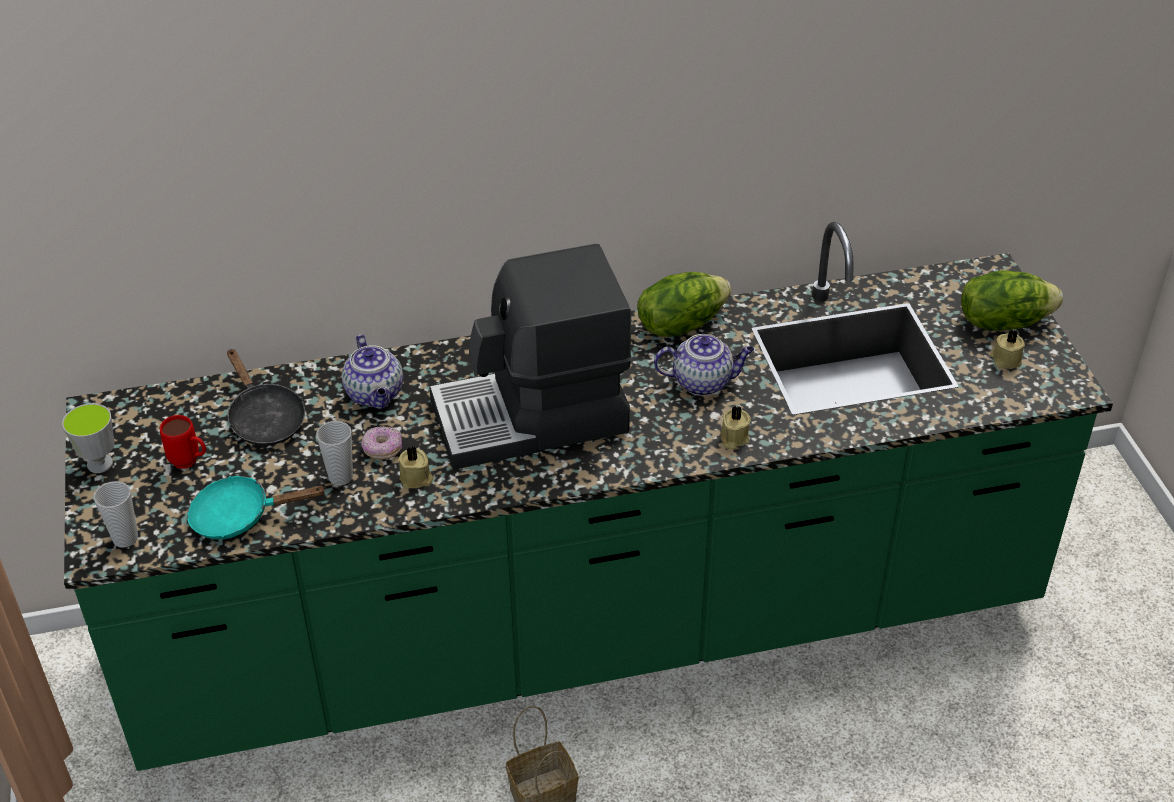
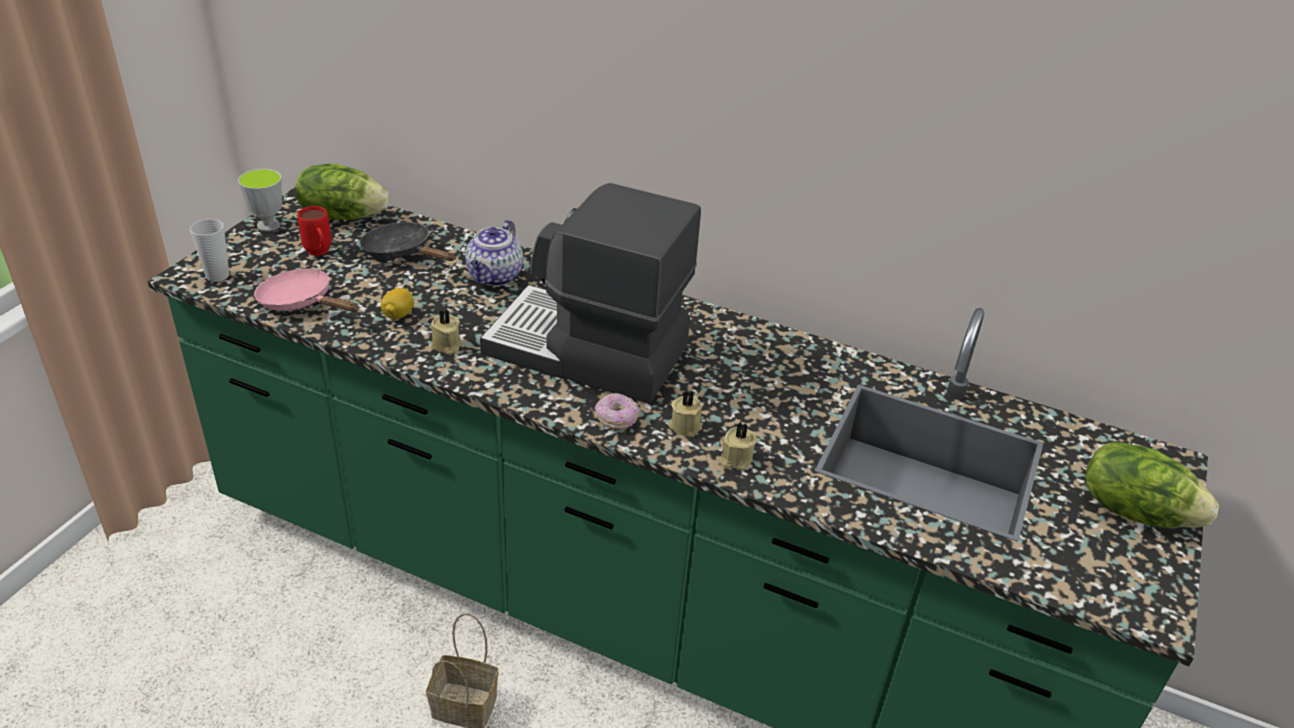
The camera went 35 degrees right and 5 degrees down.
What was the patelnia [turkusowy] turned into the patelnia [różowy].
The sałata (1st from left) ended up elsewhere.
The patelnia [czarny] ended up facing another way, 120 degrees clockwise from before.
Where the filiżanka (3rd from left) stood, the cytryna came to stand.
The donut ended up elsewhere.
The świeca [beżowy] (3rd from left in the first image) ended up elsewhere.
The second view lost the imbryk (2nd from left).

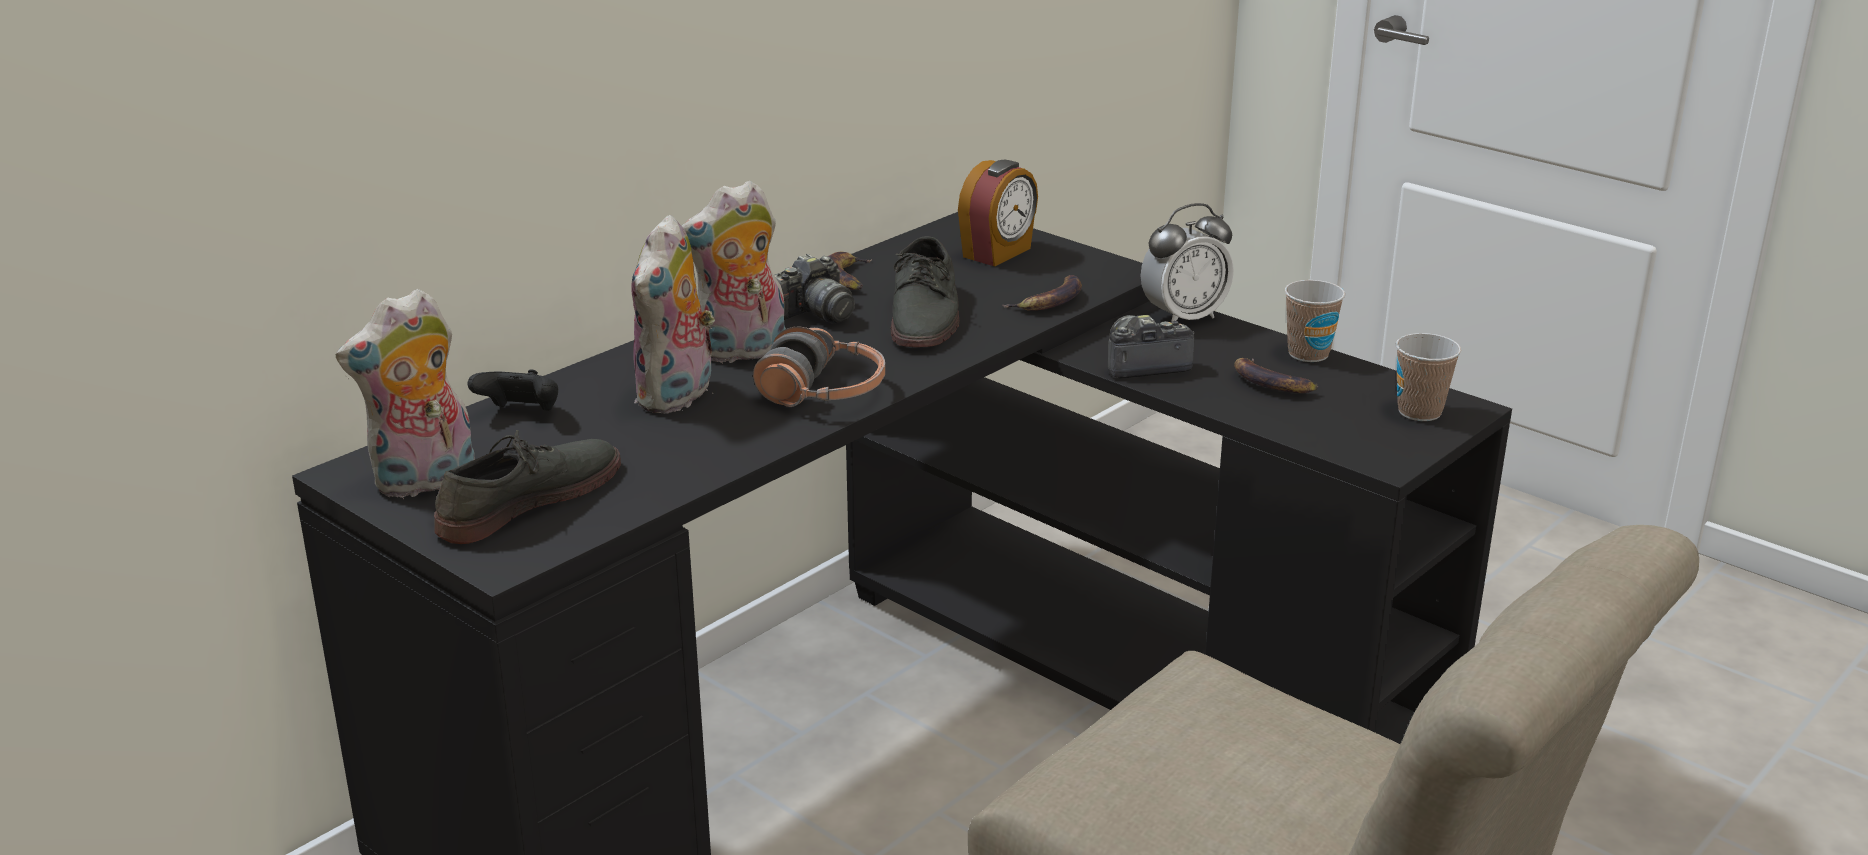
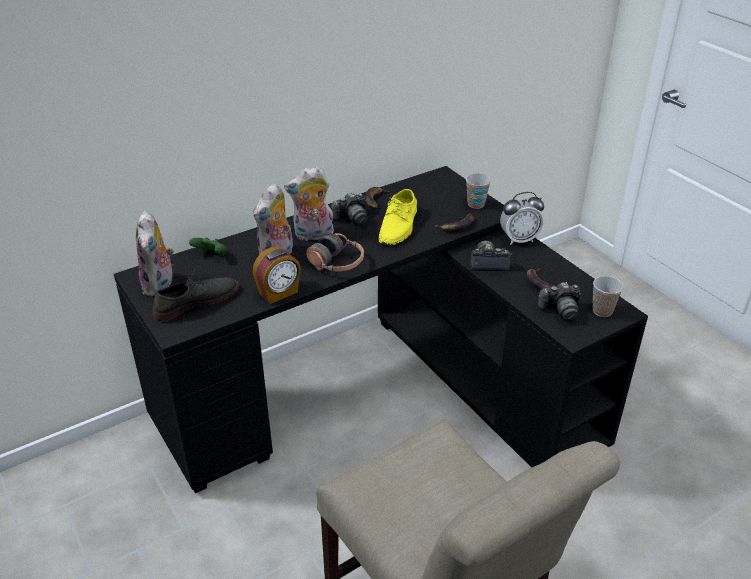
The camera went 15 degrees right and 10 degrees up.
The pluszak (1st from left) ended up facing another way, 75 degrees counterclockwise from before.
What was the pad do gier [czarny] turned into the pad do gier [zielony].
The budzik (1st from left) ended up elsewhere.
What was the but [szary] (2nd from left) turned into the but [żółty].
The filiżanka (1st from left) ended up elsewhere.
The second view gained the aparat fotograficzny (3rd from left).

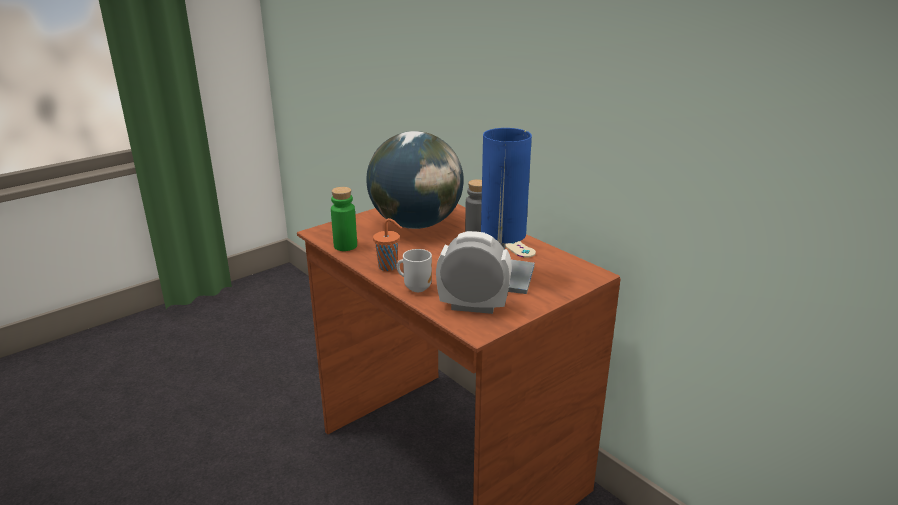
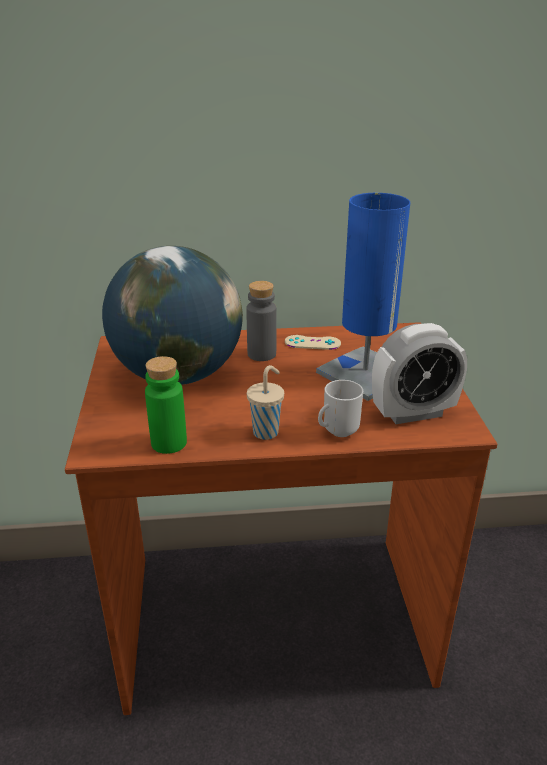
The camera went 55 degrees left and 5 degrees up.
What was the filiżanka [pomarańczowy] turned into the filiżanka [beżowy].
The budzik ended up facing another way, 150 degrees counterclockwise from before.

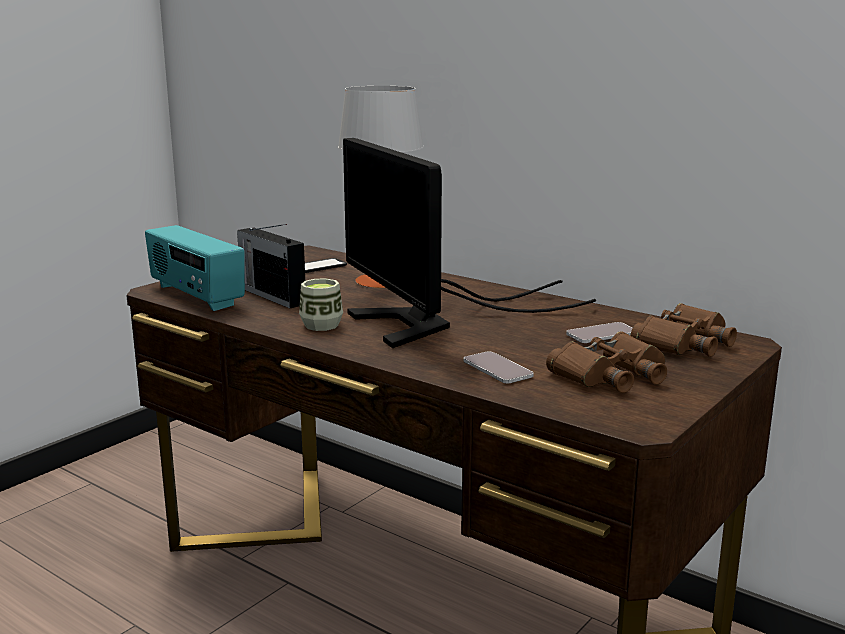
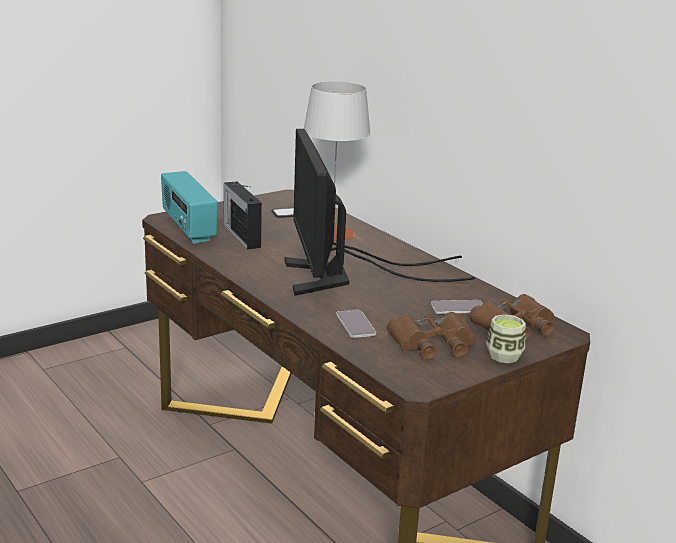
The camera went 15 degrees right and 5 degrees up.
The filiżanka ended up elsewhere.

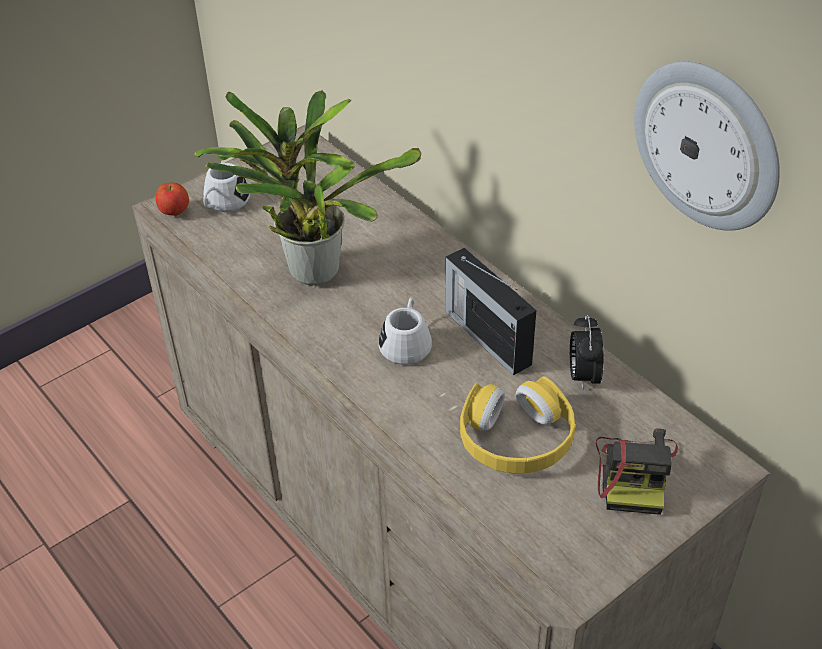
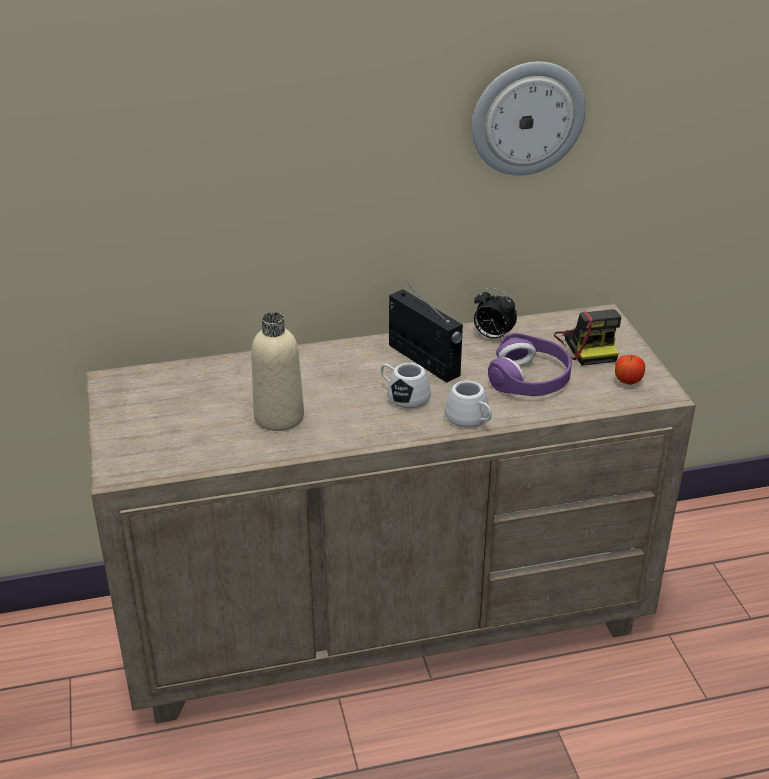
The camera went 65 degrees left and 10 degrees down.
Where the roślina doniczkowa stood, the butelka [beżowy] came to stand.
The radio ended up facing another way, 120 degrees counterclockwise from before.
The kubek [biały] (1st from left in the first image) ended up elsewhere.
What was the słuchawki [żółty] turned into the słuchawki [fioletowy].
The aparat fotograficzny ended up facing another way, 45 degrees clockwise from before.
The jabłko ended up elsewhere.

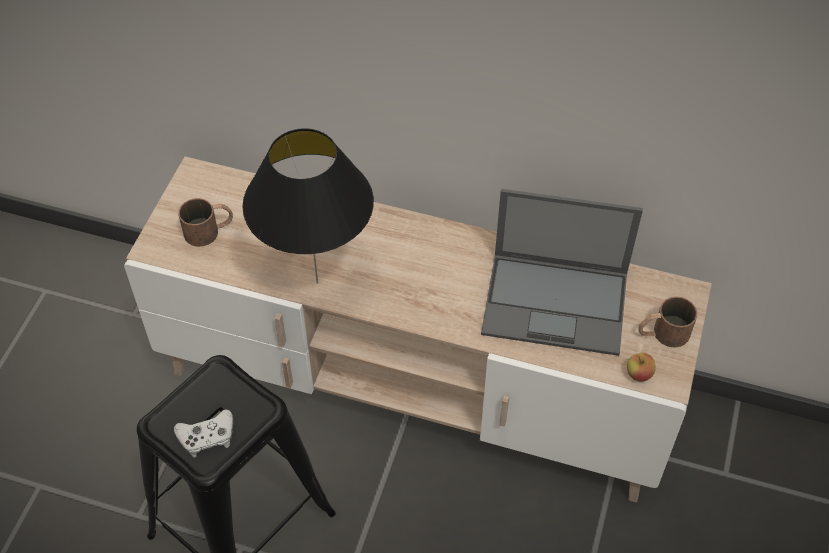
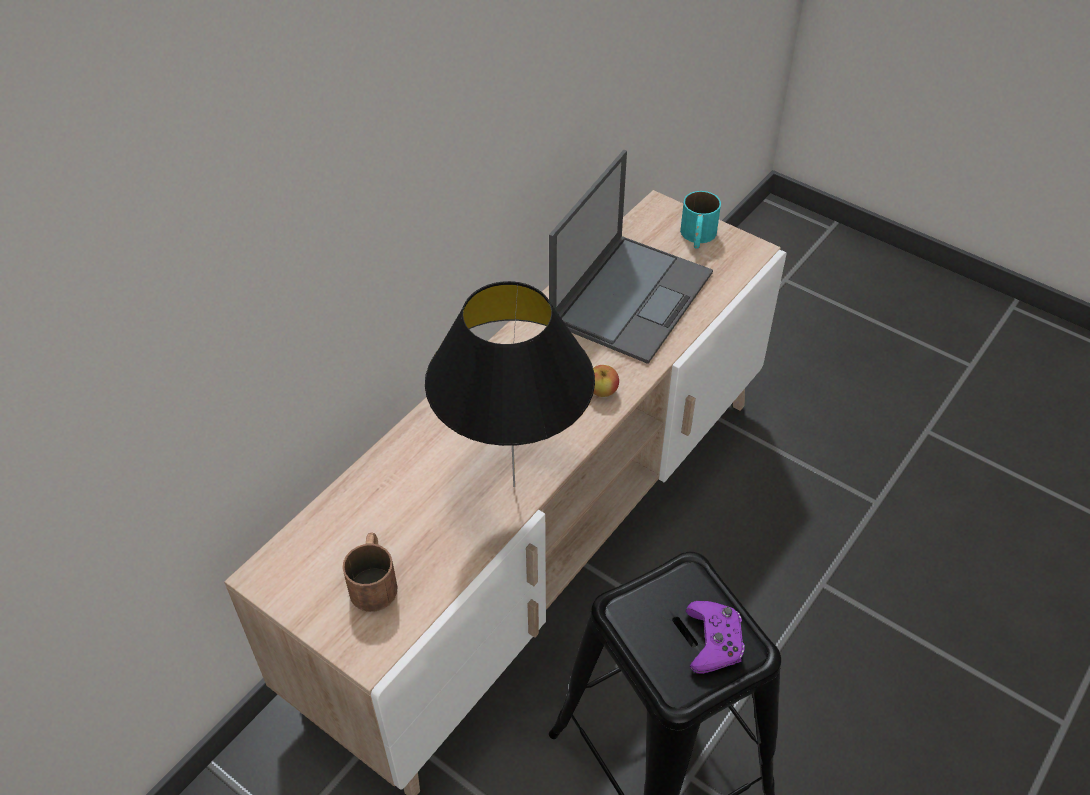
The camera went 70 degrees left and 5 degrees down.
The jabłko ended up elsewhere.
What was the kubek [brązowy] (2nd from left) turned into the kubek [turkusowy].
What was the pad do gier [biały] turned into the pad do gier [fioletowy].

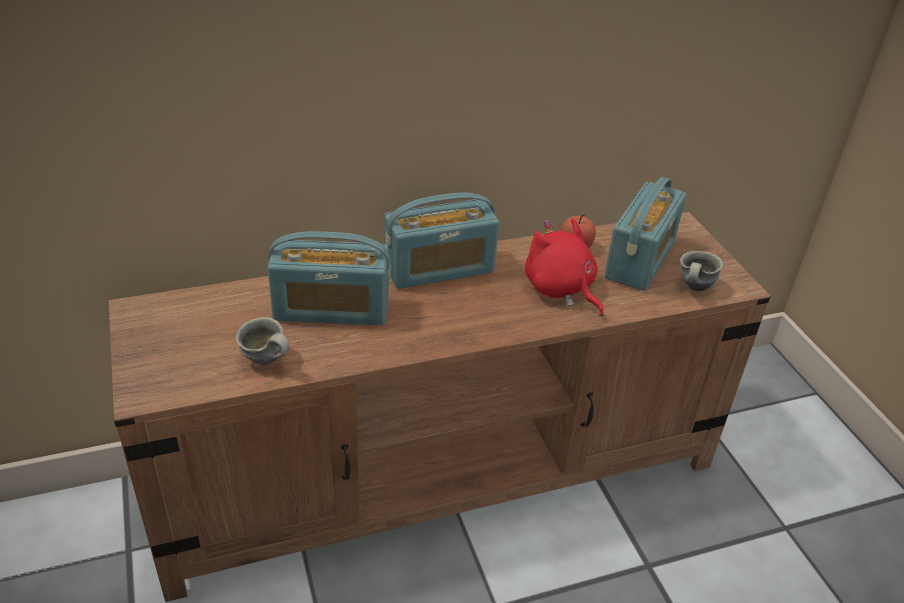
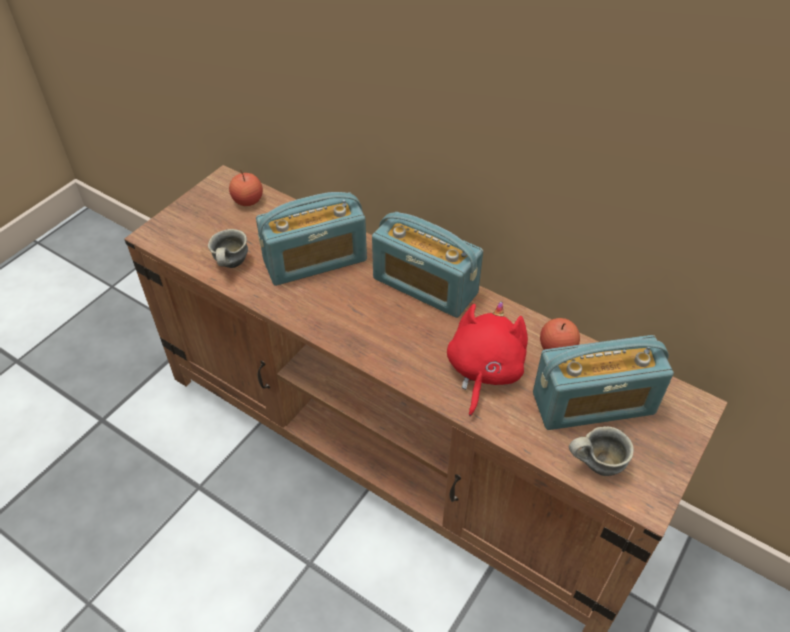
The camera went 55 degrees right and 10 degrees up.
The second view gained the jabłko (1st from left).
The radio (1st from left) ended up facing another way, 75 degrees counterclockwise from before.

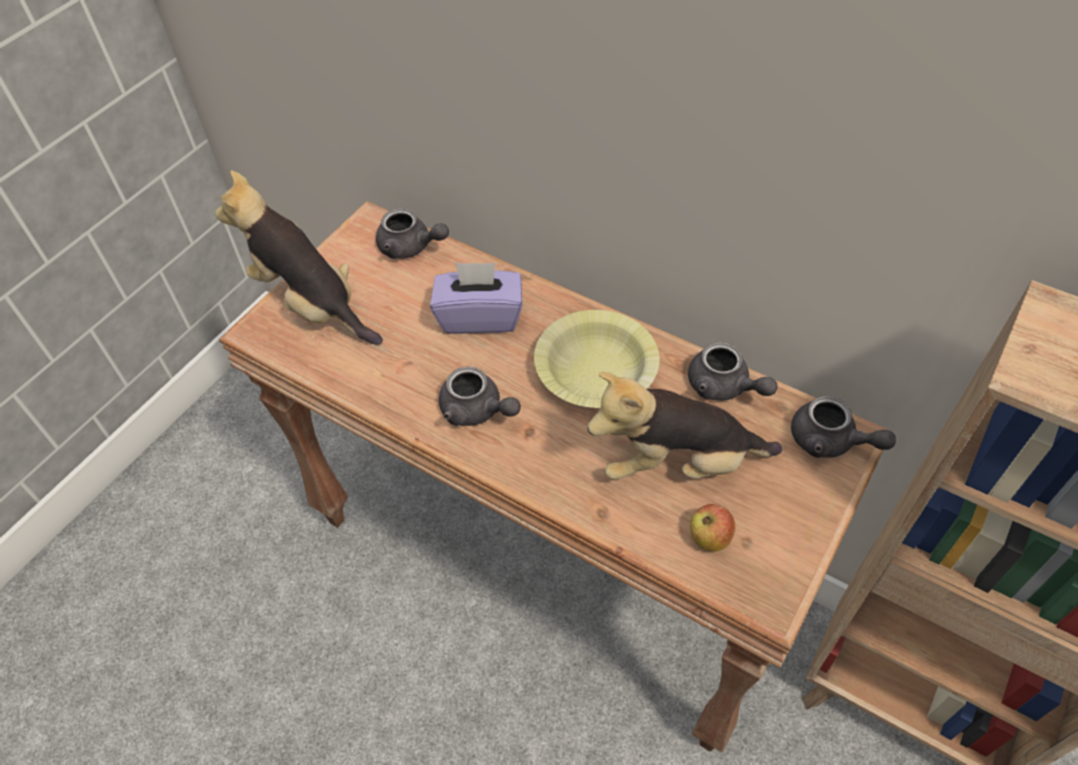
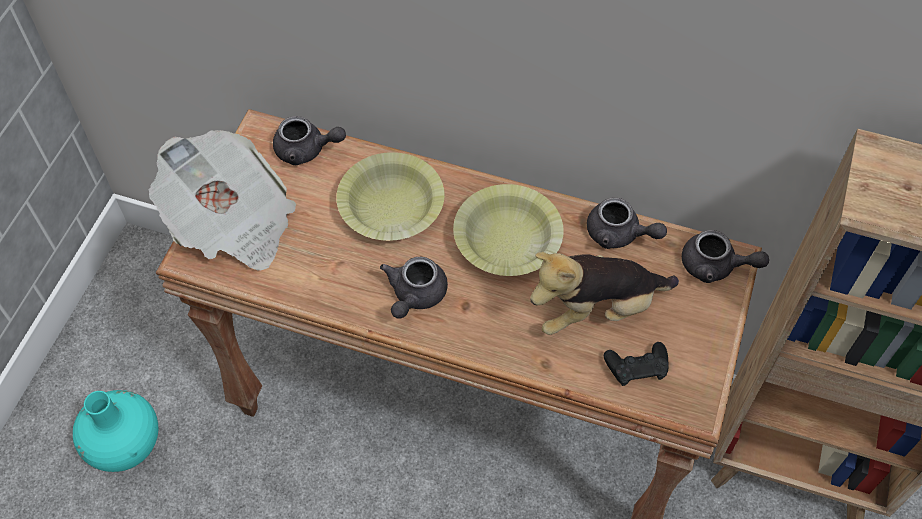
The camera went 15 degrees left and 5 degrees up.
The second view gained the wazon [turkusowy].
Where the pluszak (1st from left) stood, the gazeta came to stand.
Where the pudełko chusteczek [fioletowy] stood, the miska [żółty] (1st from left) came to stand.
The imbryk [szary] (2nd from left) ended up facing another way, 90 degrees clockwise from before.
Where the jabłko stood, the pad do gier [czarny] came to stand.

